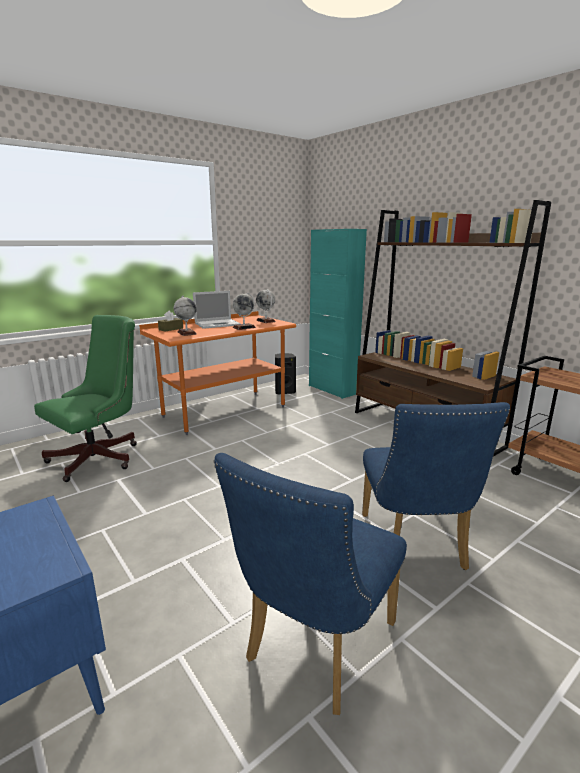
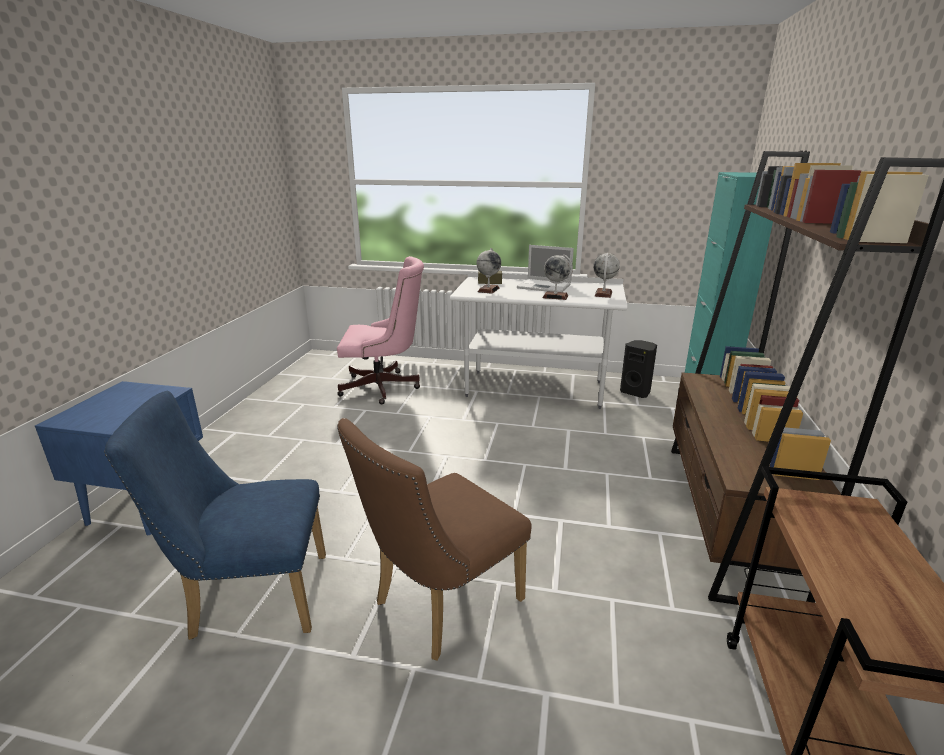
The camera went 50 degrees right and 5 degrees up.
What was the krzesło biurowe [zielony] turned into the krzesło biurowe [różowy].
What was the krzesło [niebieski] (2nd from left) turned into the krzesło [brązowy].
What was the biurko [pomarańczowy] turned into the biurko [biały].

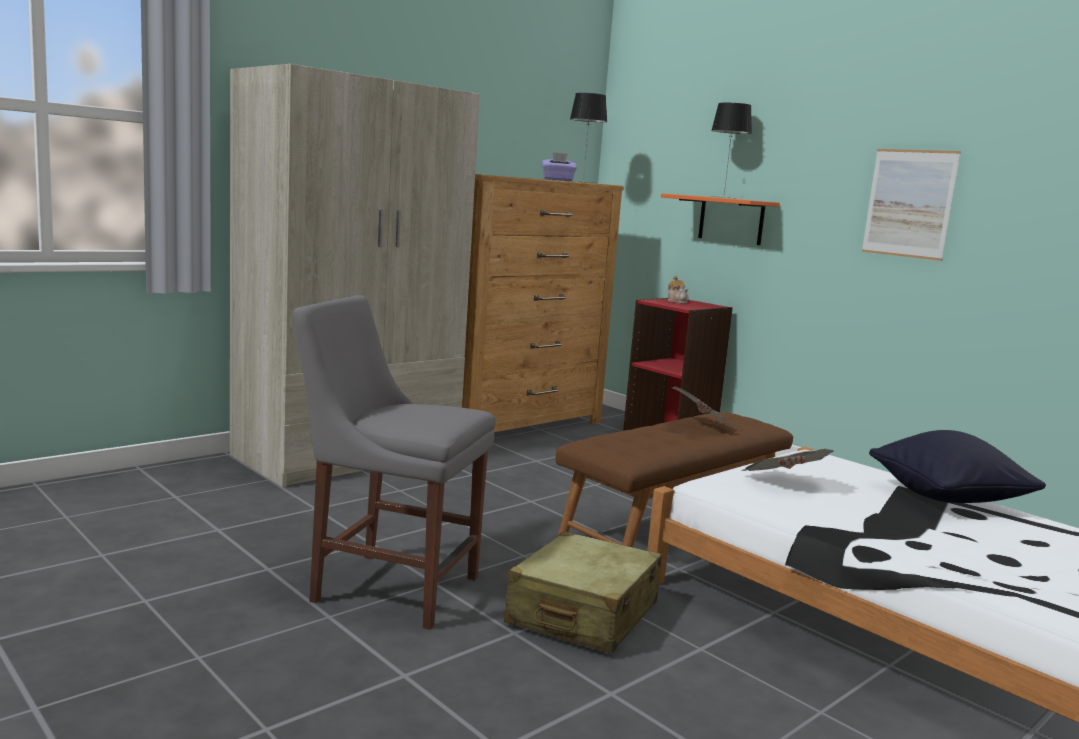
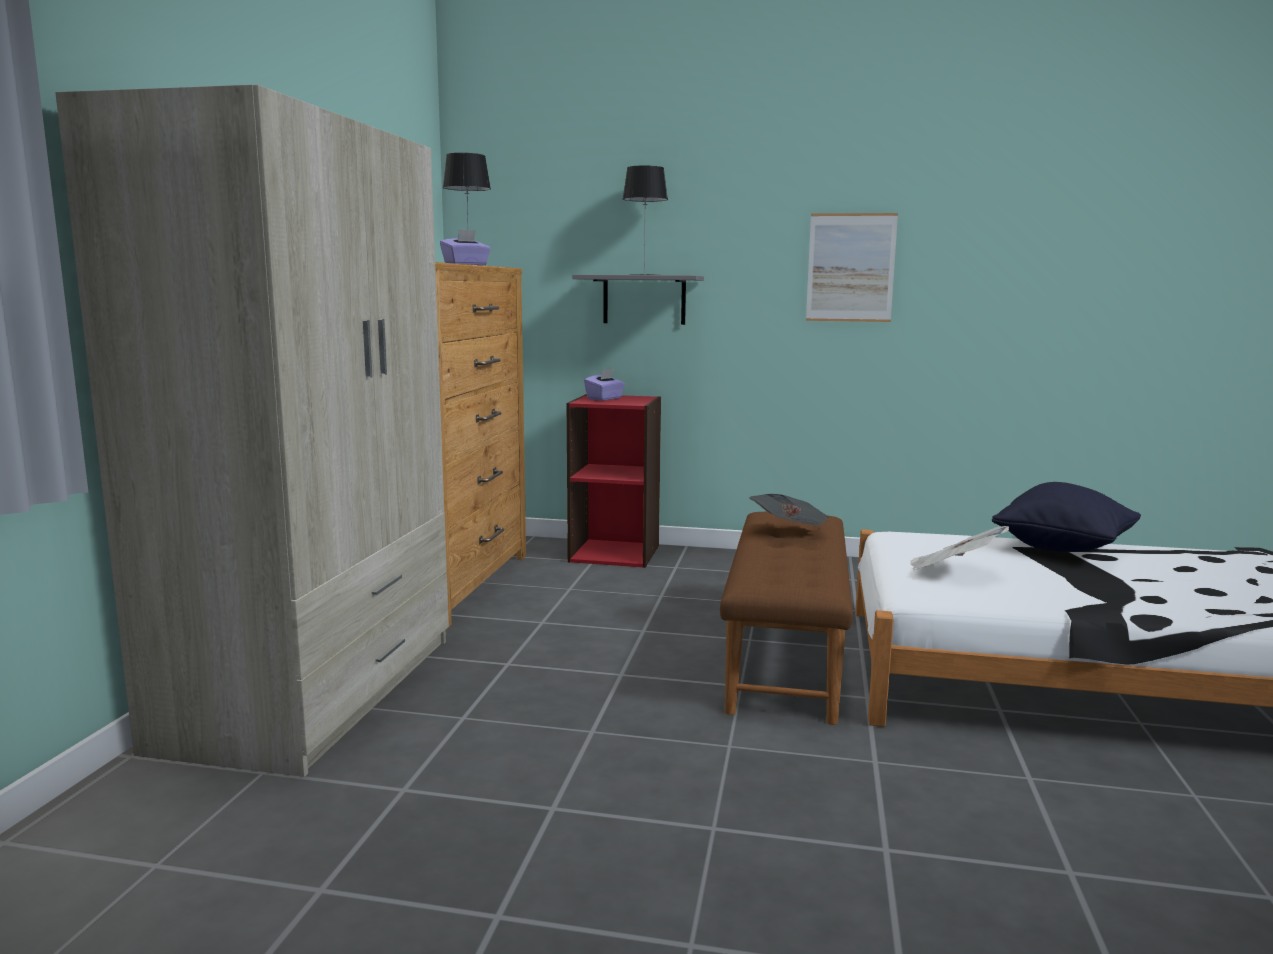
The camera went 35 degrees left and 0 degrees up.
What was the półka [pomarańczowy] turned into the półka [szary].
Where the imbryk stood, the pudełko chusteczek [fioletowy] (2nd from left) came to stand.
The second view lost the krzesło [szary].
The second view lost the walizka [beżowy].

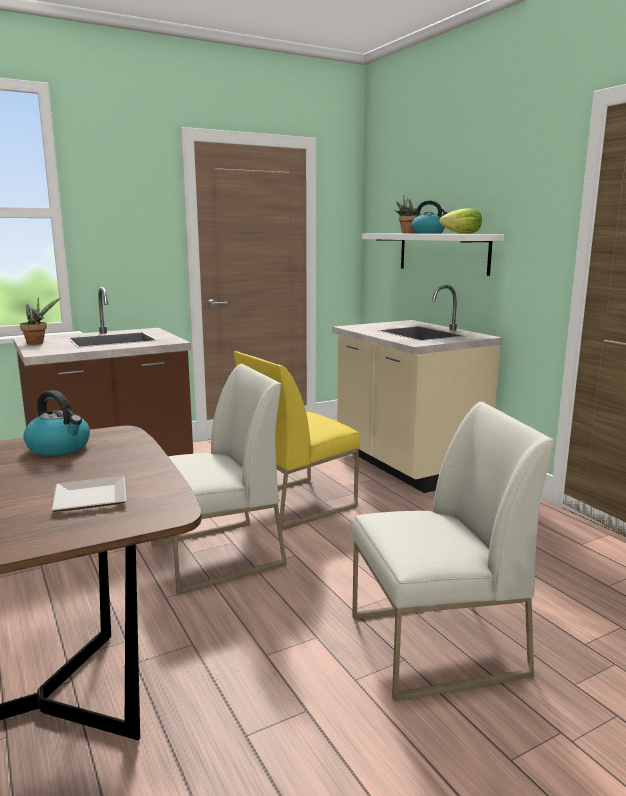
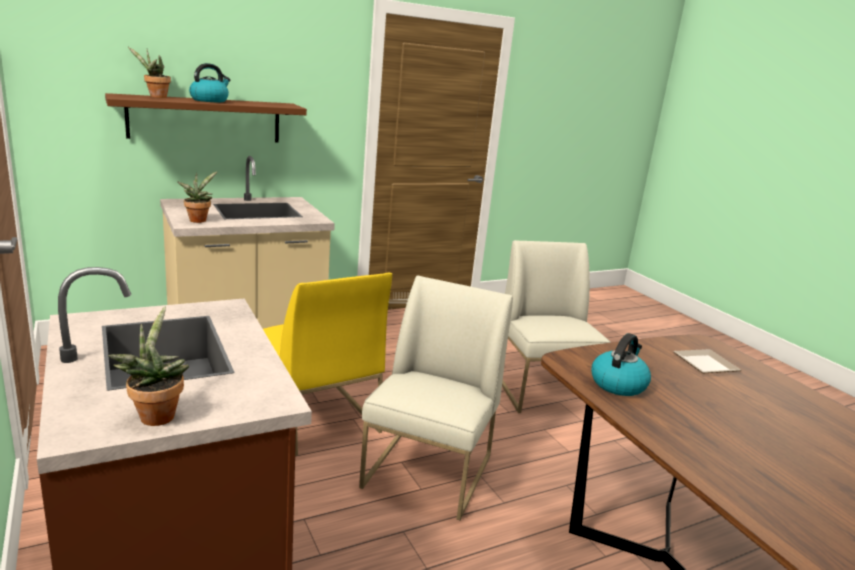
The camera went 90 degrees left and 5 degrees up.
What was the półka [biały] turned into the półka [brązowy].
The second view gained the roślina doniczkowa (3rd from left).
The krzesło [biały] (1st from left) ended up facing another way, 45 degrees clockwise from before.
The second view lost the sałata.

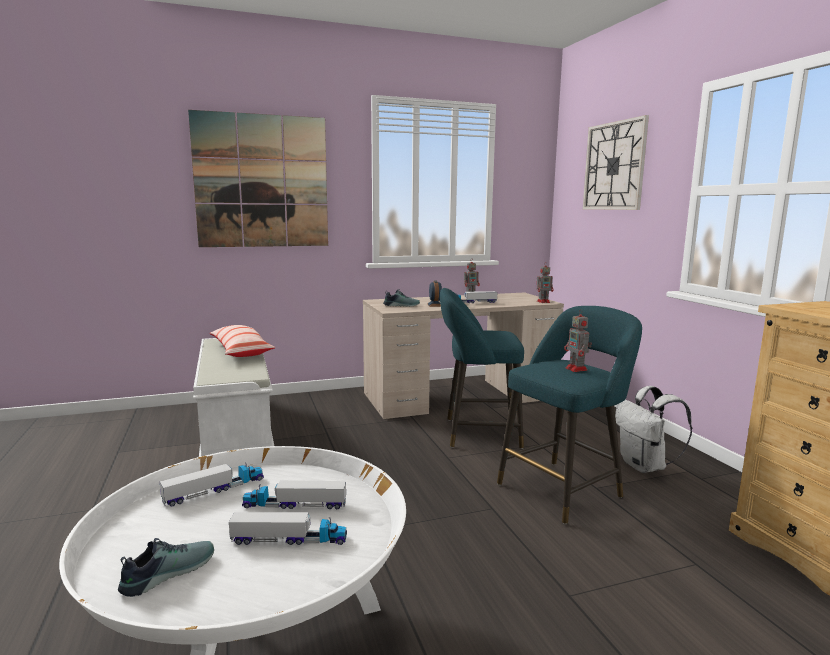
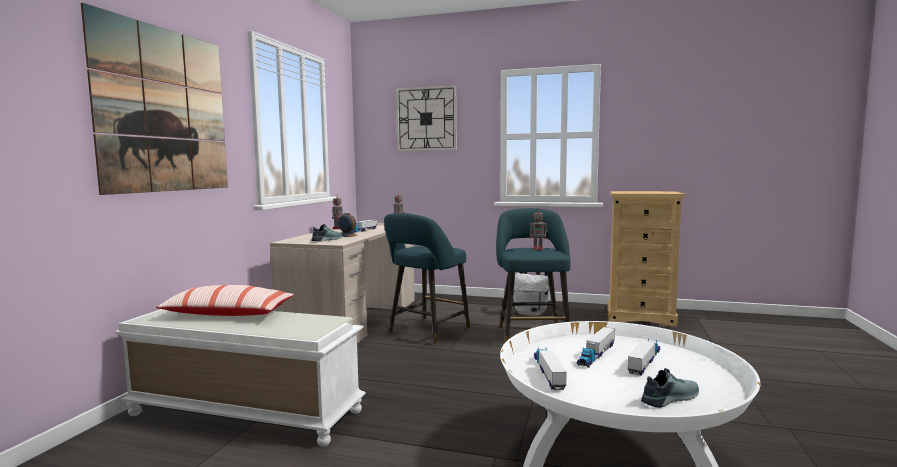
The camera went 55 degrees left and 5 degrees down.
The but (1st from left in the first image) ended up facing another way, 75 degrees clockwise from before.

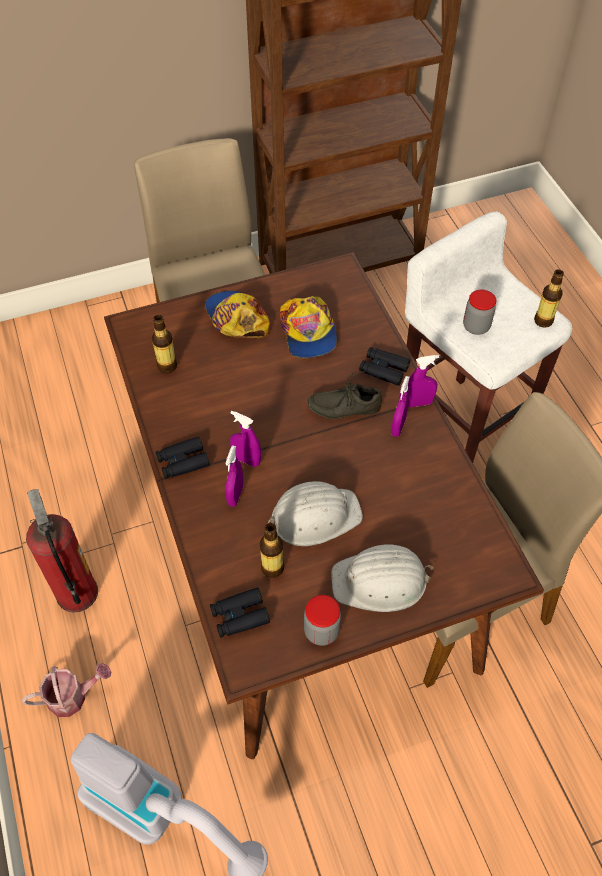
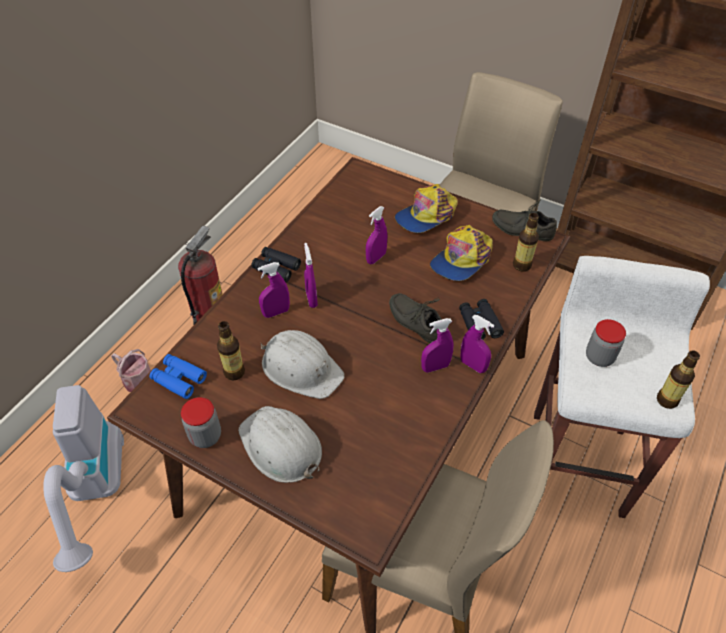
The camera went 50 degrees right and 5 degrees down.
What was the lornetka [czarny] (2nd from left) turned into the lornetka [niebieski].
The second view gained the spryskiwacz [fioletowy] (3rd from left).
The czapka z daszkiem (1st from left) ended up facing another way, 150 degrees counterclockwise from before.
The second view gained the but [szary] (2nd from left).
The butelka (1st from left in the first image) ended up elsewhere.

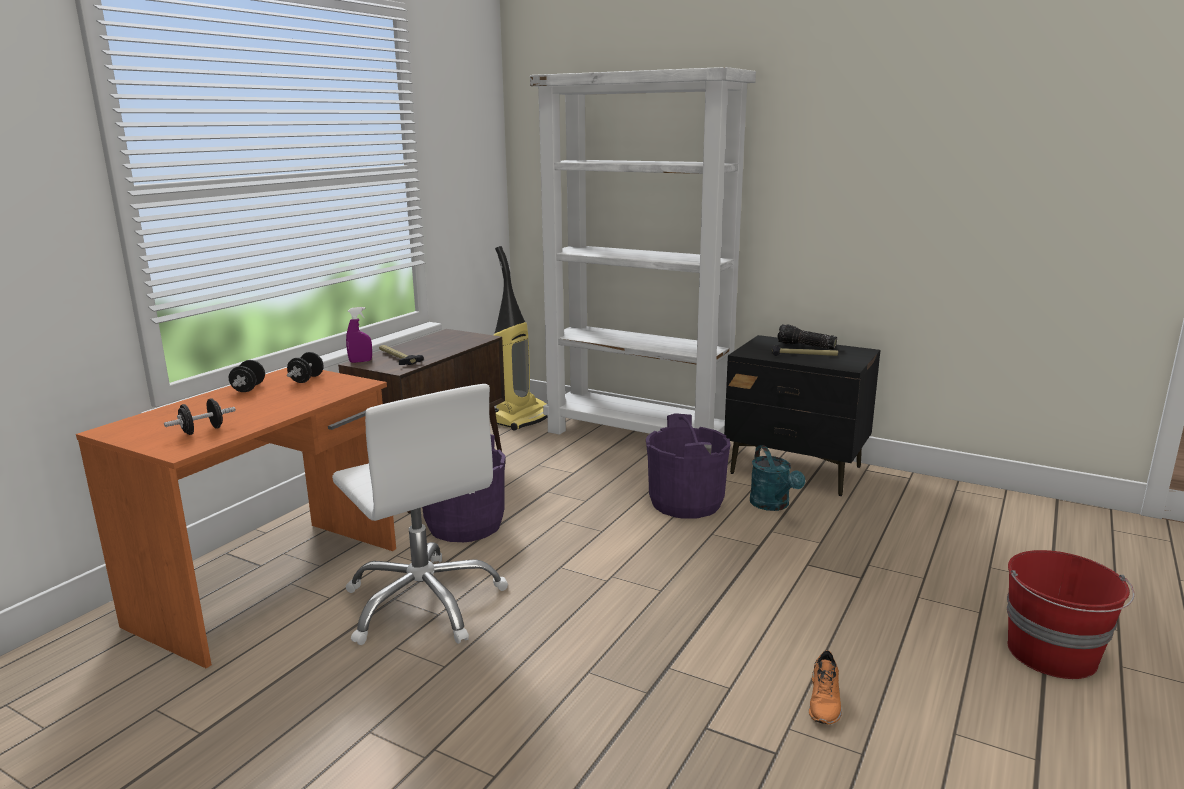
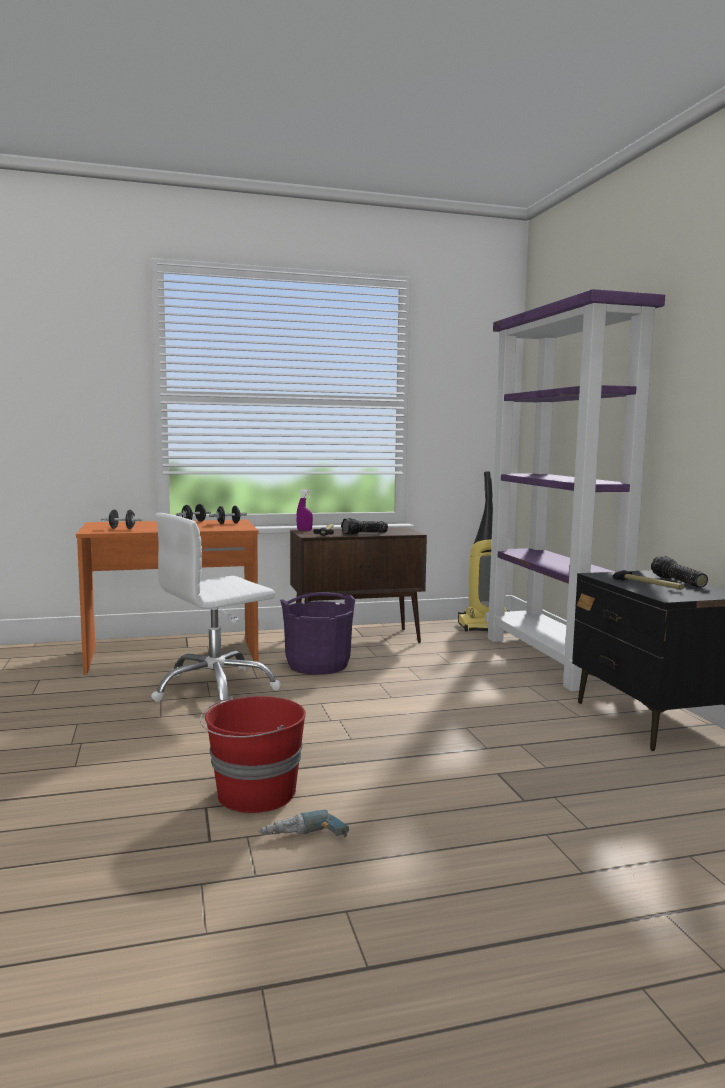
The camera went 45 degrees right and 10 degrees down.
The krzesło biurowe [biały] ended up facing another way, 45 degrees clockwise from before.
The wiadro [czerwony] ended up elsewhere.
Where the but [pomarańczowy] stood, the wiertarka came to stand.
The second view gained the latarka (1st from left).
What was the regał [biały] turned into the regał [fioletowy].
The second view lost the wiadro [fioletowy] (2nd from left).
The second view lost the konewka [turkusowy].

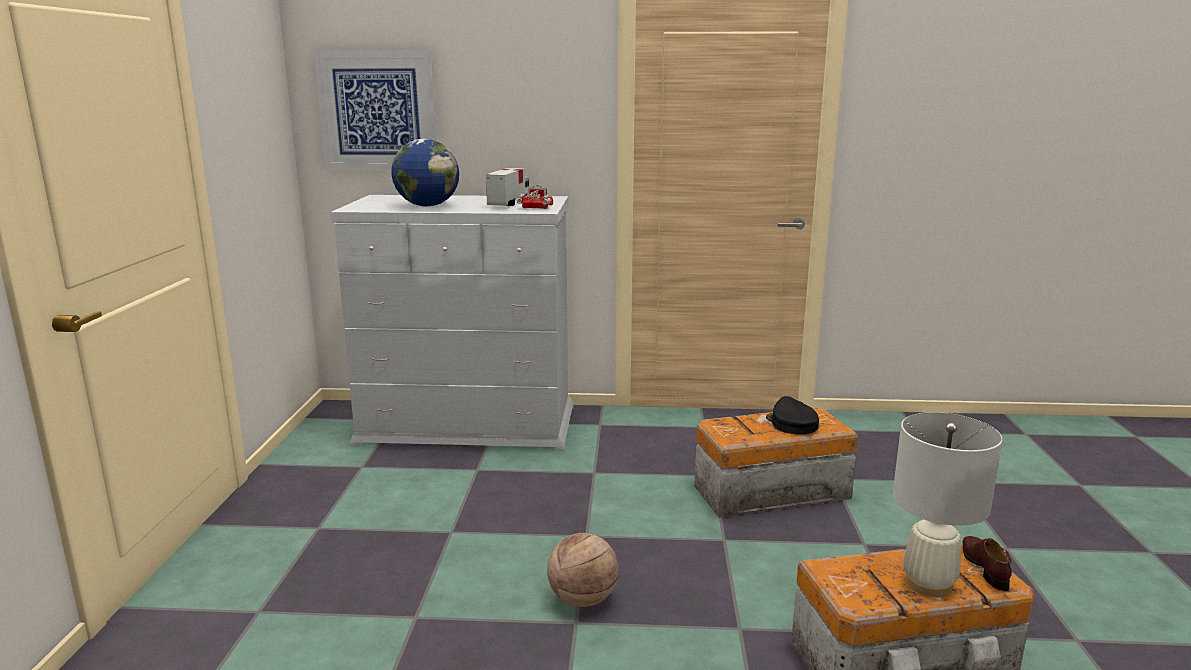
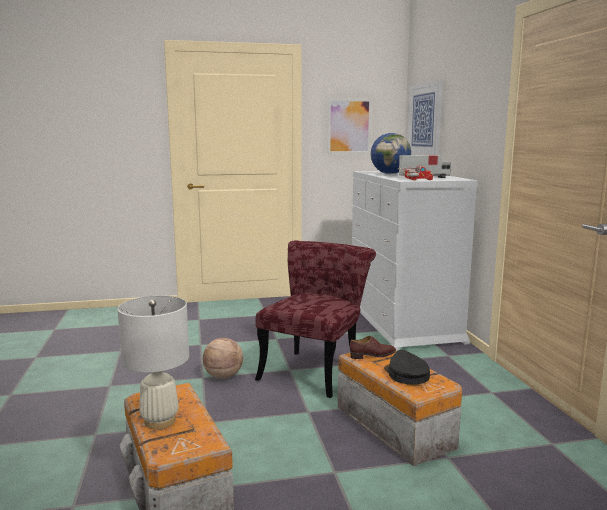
The camera went 75 degrees right and 5 degrees down.
The second view gained the krzesło [czerwony].
The second view gained the obraz (1st from left).
The but [brązowy] ended up elsewhere.
The czapka z daszkiem [czarny] ended up facing another way, 75 degrees counterclockwise from before.

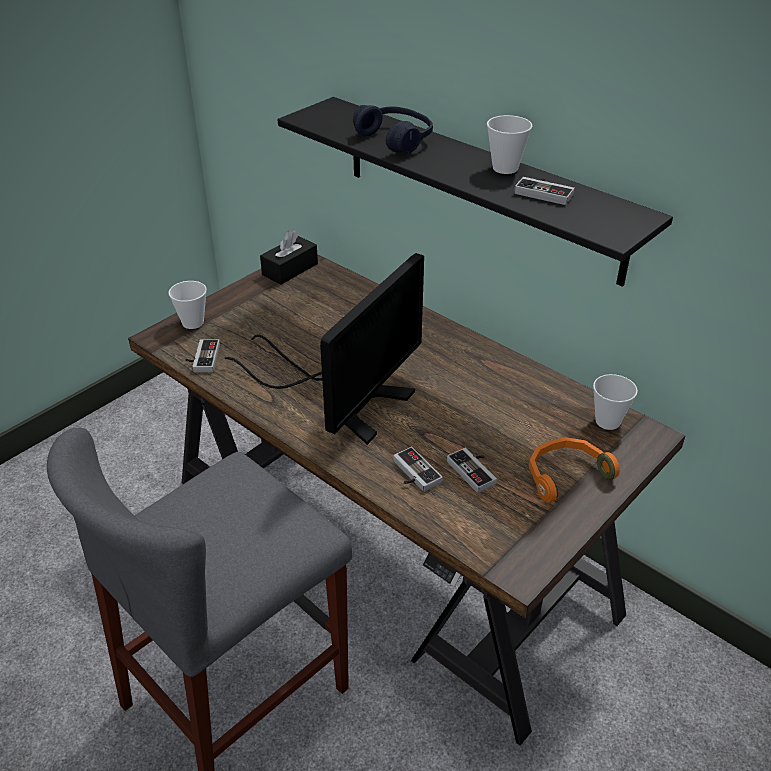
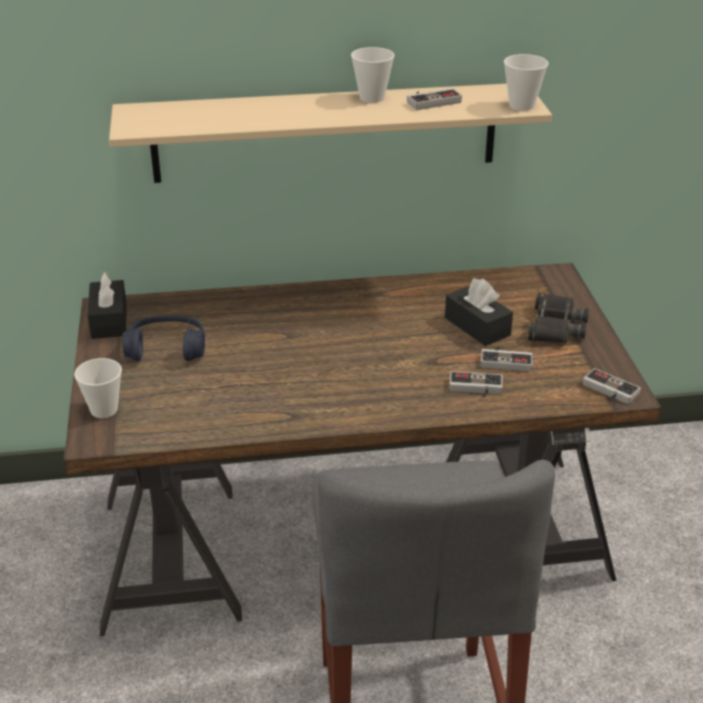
The camera went 50 degrees left and 5 degrees down.
What was the półka [czarny] turned into the półka [beżowy].
The słuchawki [niebieski] ended up elsewhere.
The second view gained the pudełko chusteczek [czarny] (2nd from left).
The filiżanka (3rd from left) ended up elsewhere.
Where the słuchawki [pomarańczowy] stood, the lornetka [czarny] came to stand.
The pad do gier (1st from left in the first image) ended up elsewhere.
The second view lost the monitor.

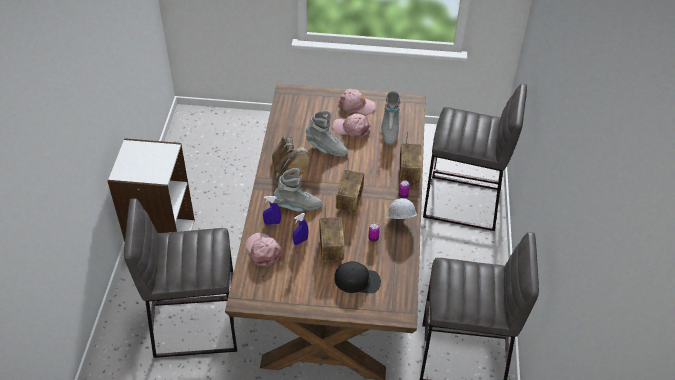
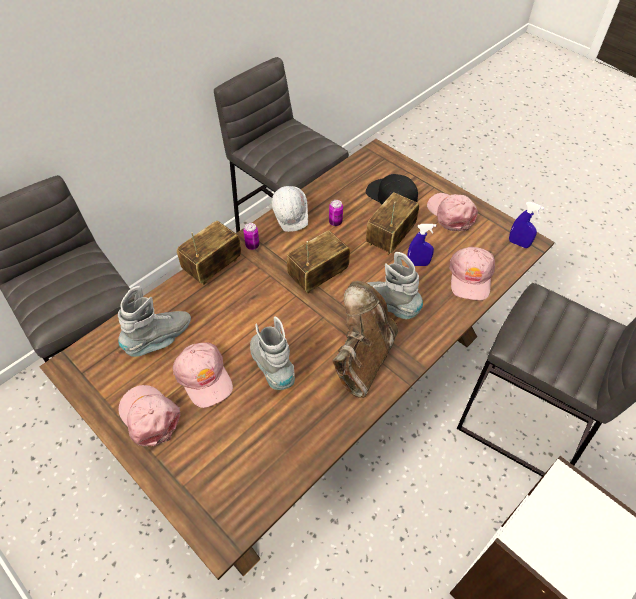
The camera went 140 degrees left and 5 degrees up.
The second view gained the czapka z daszkiem [różowy] (3rd from left).
The spryskiwacz [niebieski] (1st from left in the first image) ended up elsewhere.

